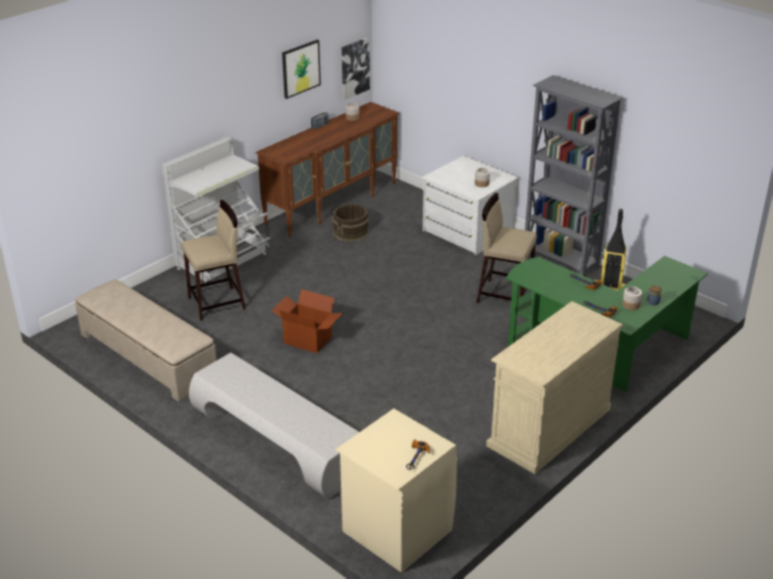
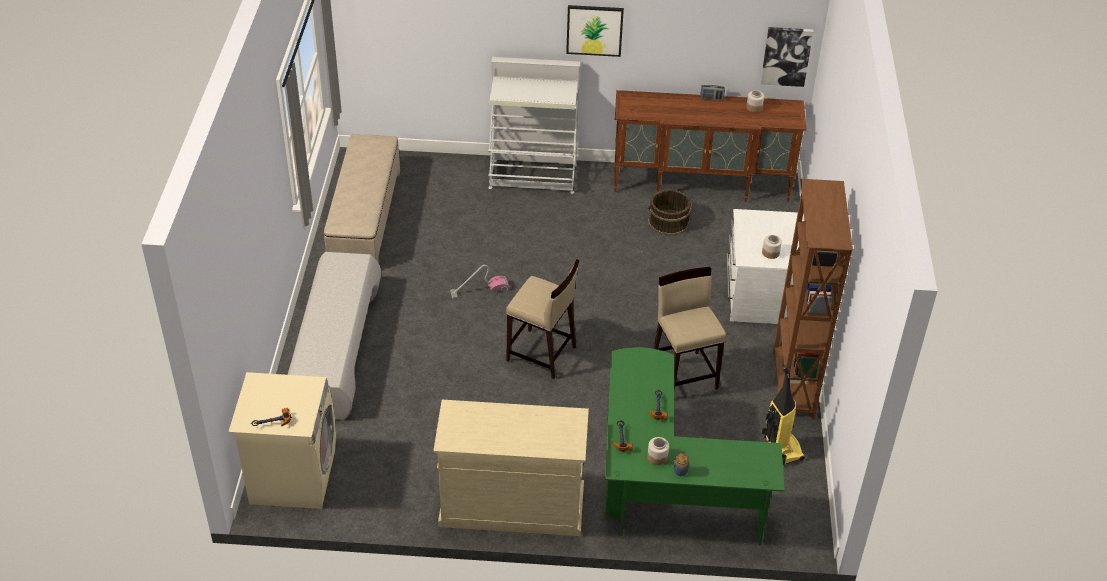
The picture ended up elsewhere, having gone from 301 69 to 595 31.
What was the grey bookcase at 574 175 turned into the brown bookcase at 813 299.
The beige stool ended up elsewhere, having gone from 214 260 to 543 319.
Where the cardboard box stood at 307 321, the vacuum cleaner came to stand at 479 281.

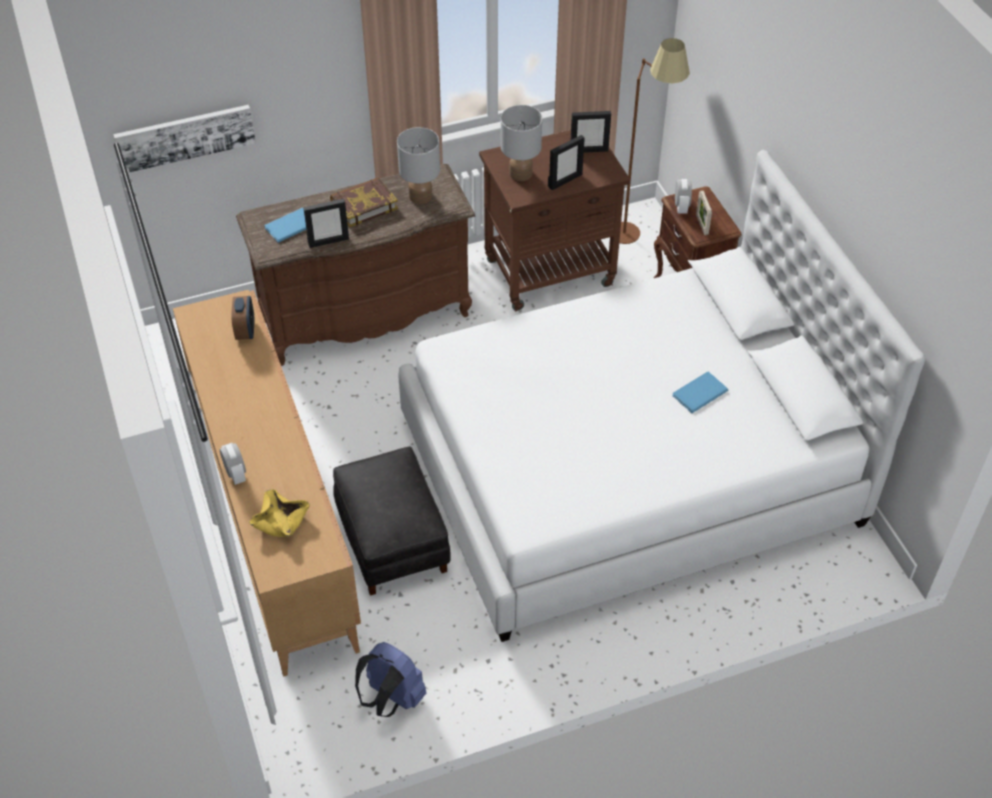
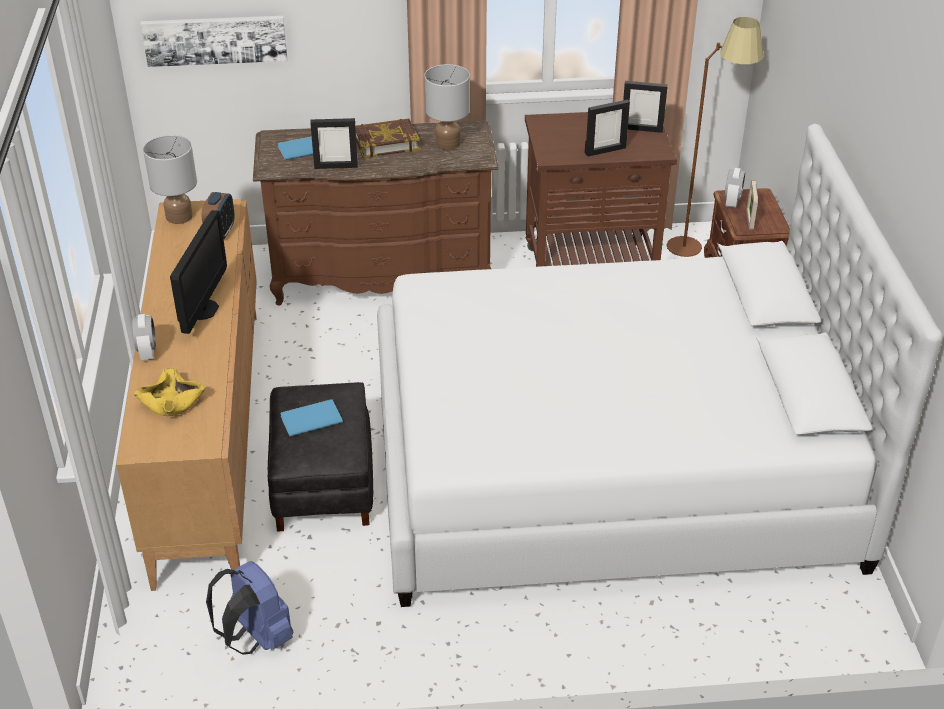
The grey table lamp ended up elsewhere, having gone from 521 143 to 170 179.
The blue book ended up elsewhere, having gone from 700 392 to 311 417.
The second view gained the monitor at 198 272.

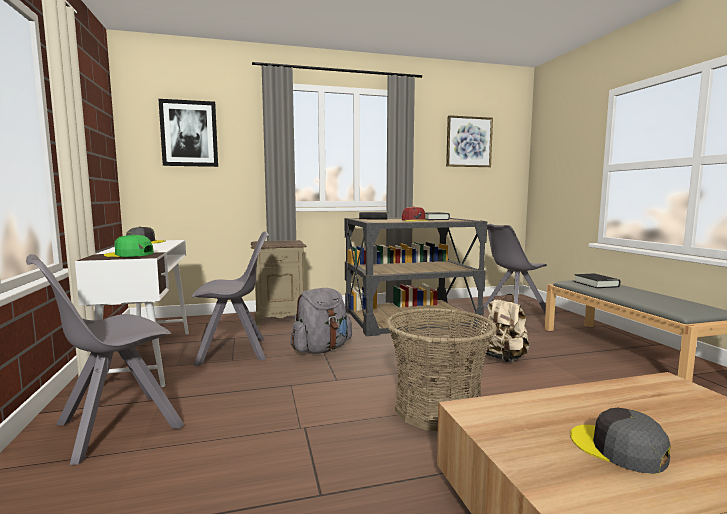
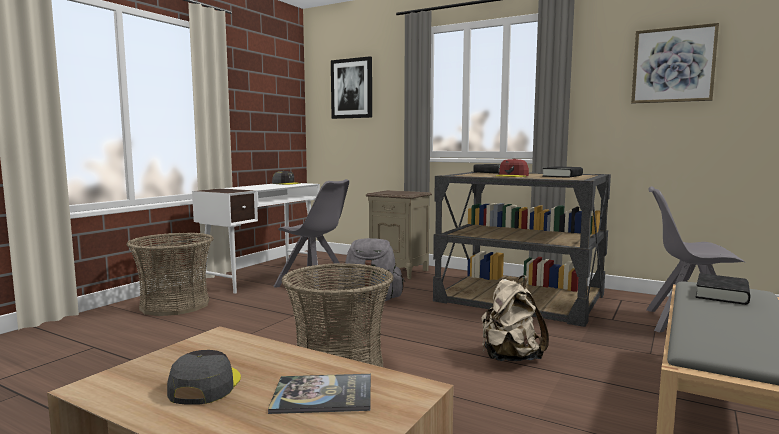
The second view lost the green cap at 129 245.
Where the grey chair stood at 105 359, the basket came to stand at 170 274.
The second view gained the book at 319 394.

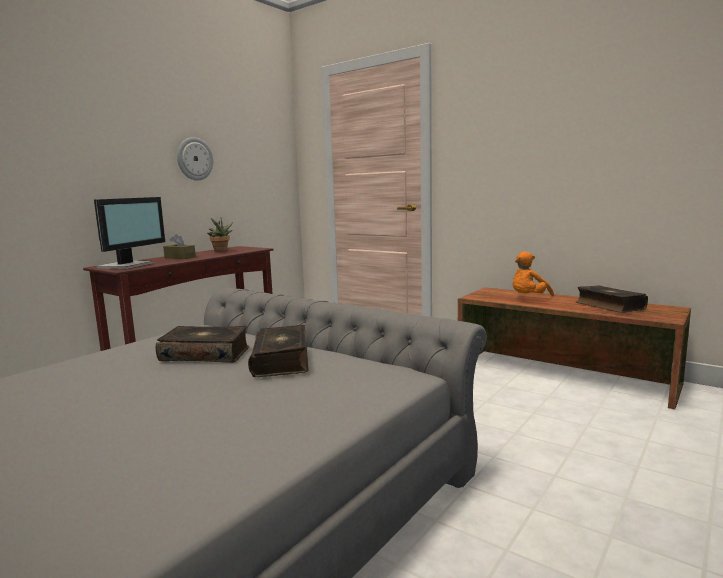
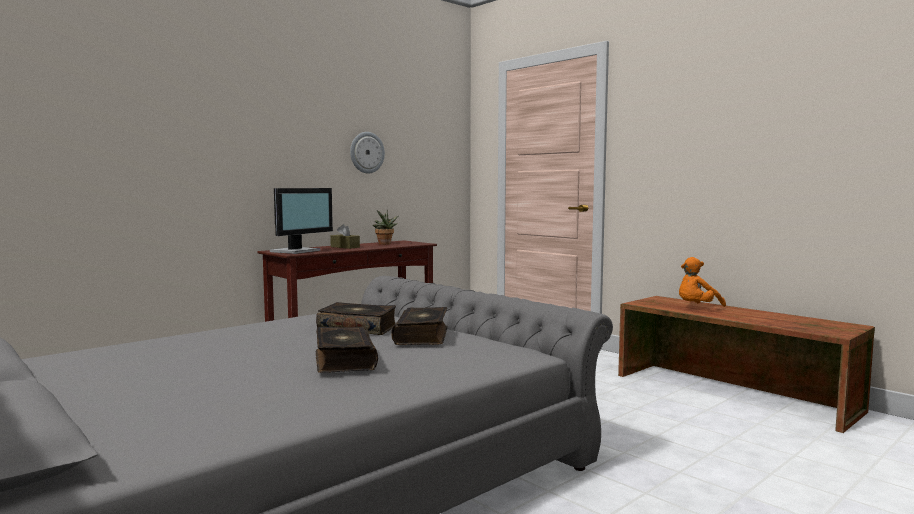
The book ended up elsewhere, having gone from 612 299 to 346 350.

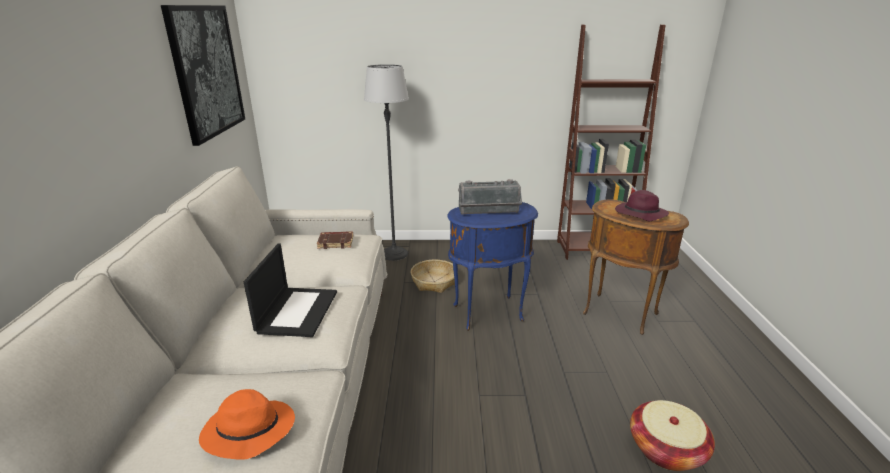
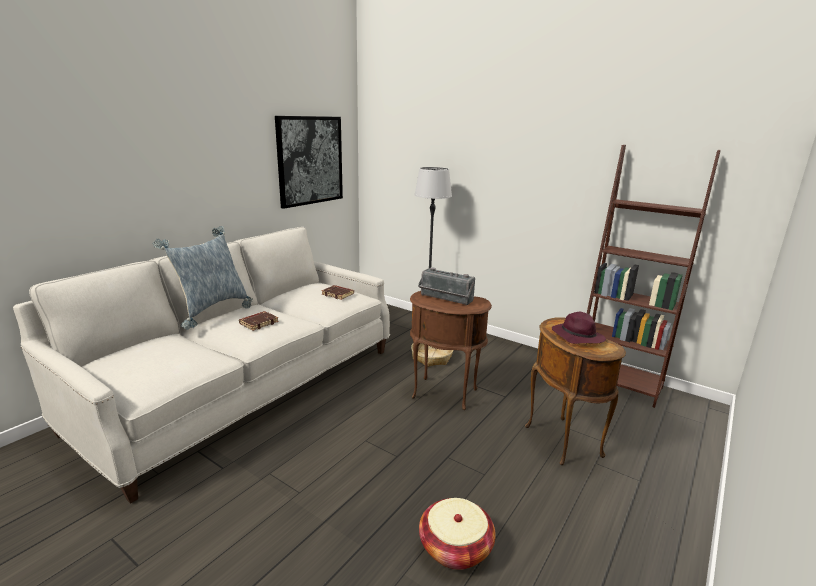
What was the blue side table at 492 266 turned into the brown side table at 451 350.
Where the laptop stood at 290 290, the brown book came to stand at 259 321.
The second view lost the orange hat at 247 424.
The second view gained the pillow at 203 277.

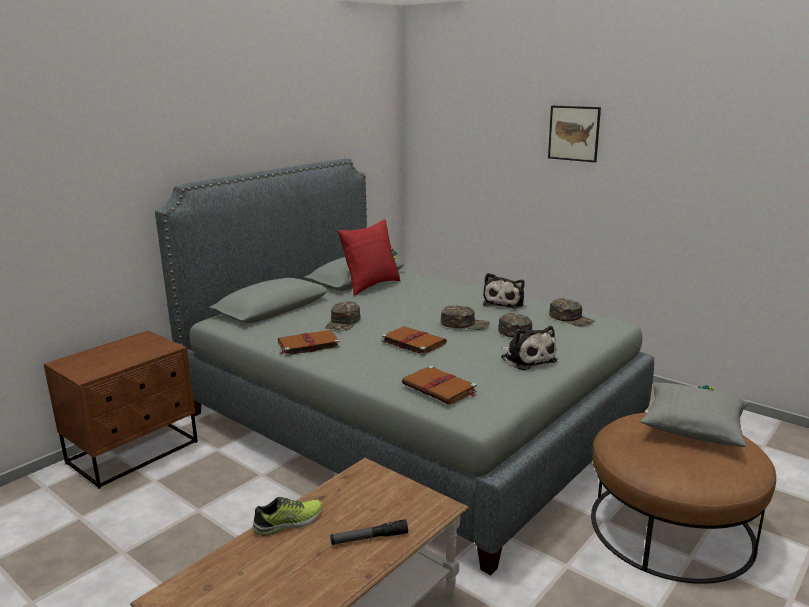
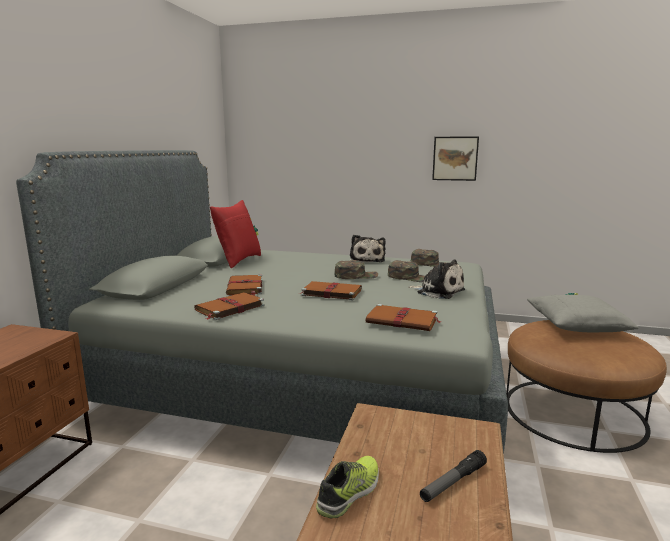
The picture ended up elsewhere, having gone from 574 134 to 455 158.
Where the green cap stood at 343 316, the brown book came to stand at 244 285.

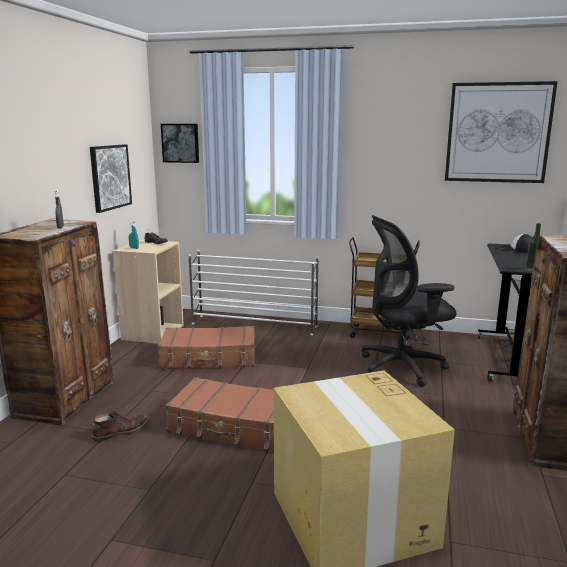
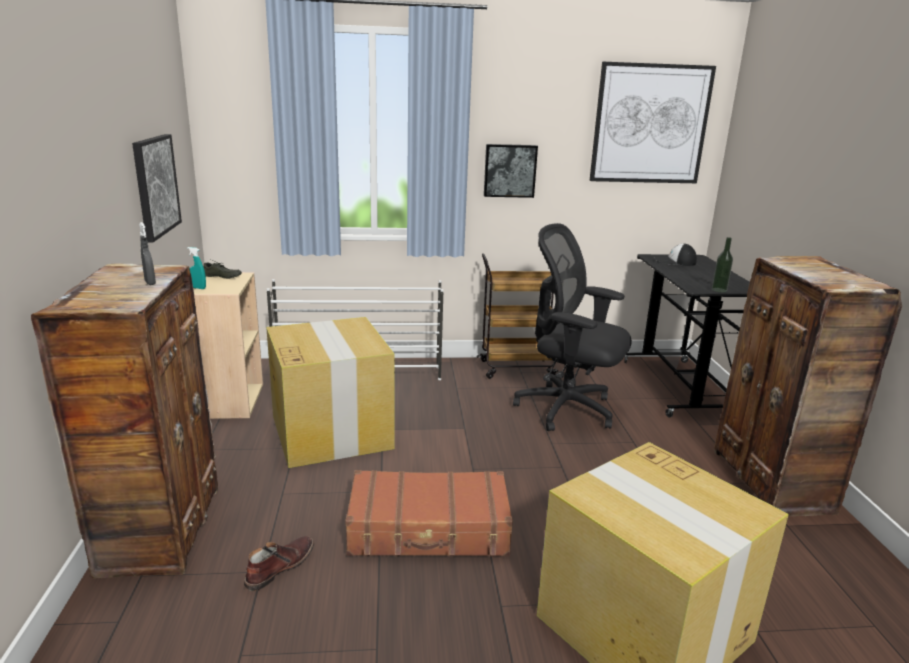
The picture ended up elsewhere, having gone from 180 143 to 511 171.
The black office chair at 409 301 ended up facing another way, 60 degrees clockwise from before.
Where the brown suitcase stood at 206 347, the cardboard box came to stand at 330 392.

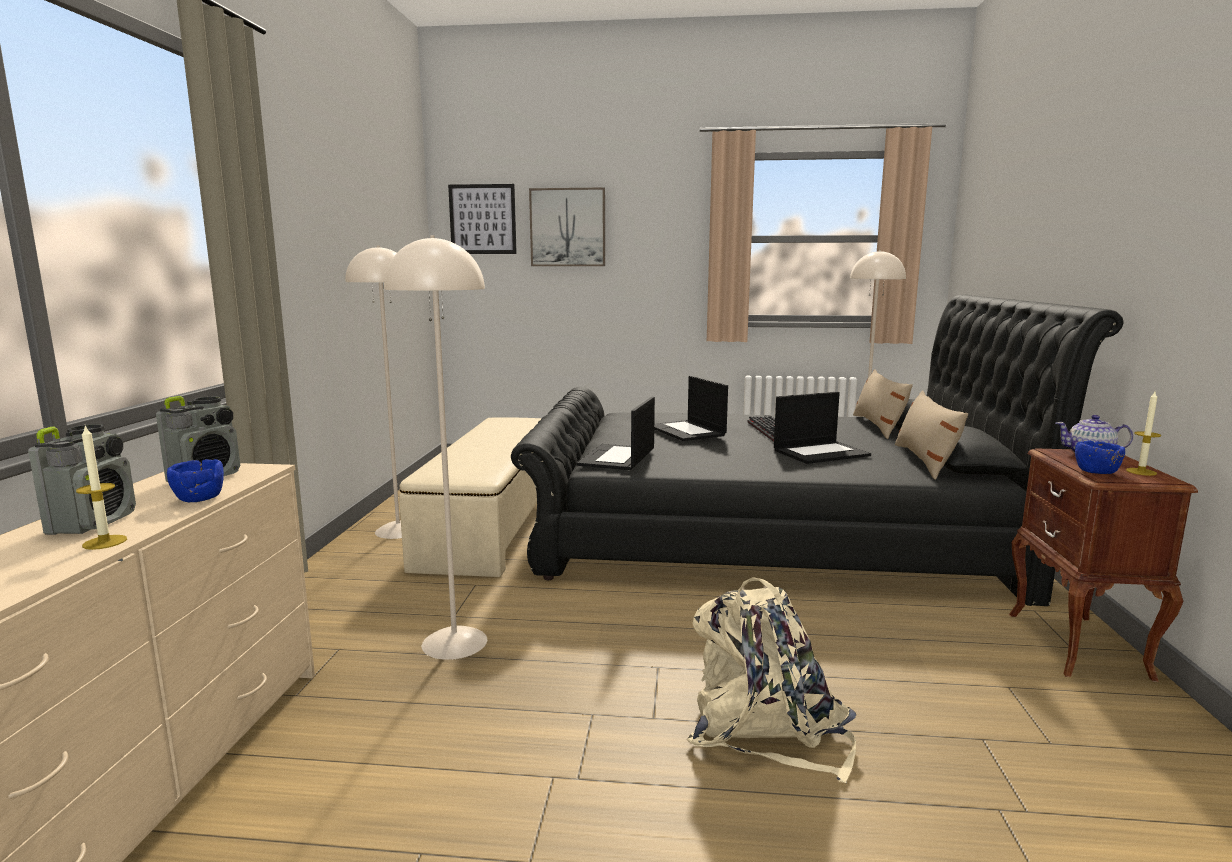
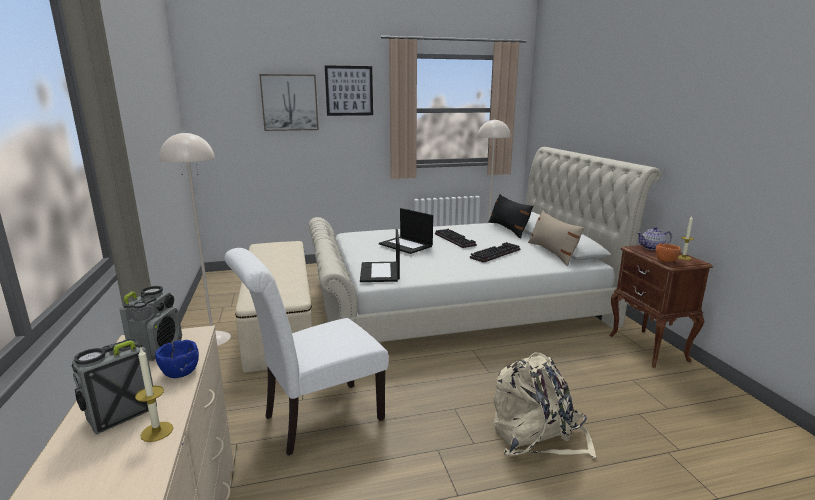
The picture ended up elsewhere, having gone from 482 219 to 349 90.
Where the beige floor lamp stood at 435 447, the white chair came to stand at 307 352.
What was the black bed at 817 450 turned into the beige bed at 485 244.
What was the beige pillow at 883 404 turned into the black pillow at 511 216.
Where the laptop stood at 822 428, the keyboard came to stand at 495 252.
The radio at 82 479 ended up facing another way, 120 degrees counterclockwise from before.
What was the blue bowl at 1100 457 turned into the orange bowl at 668 253.

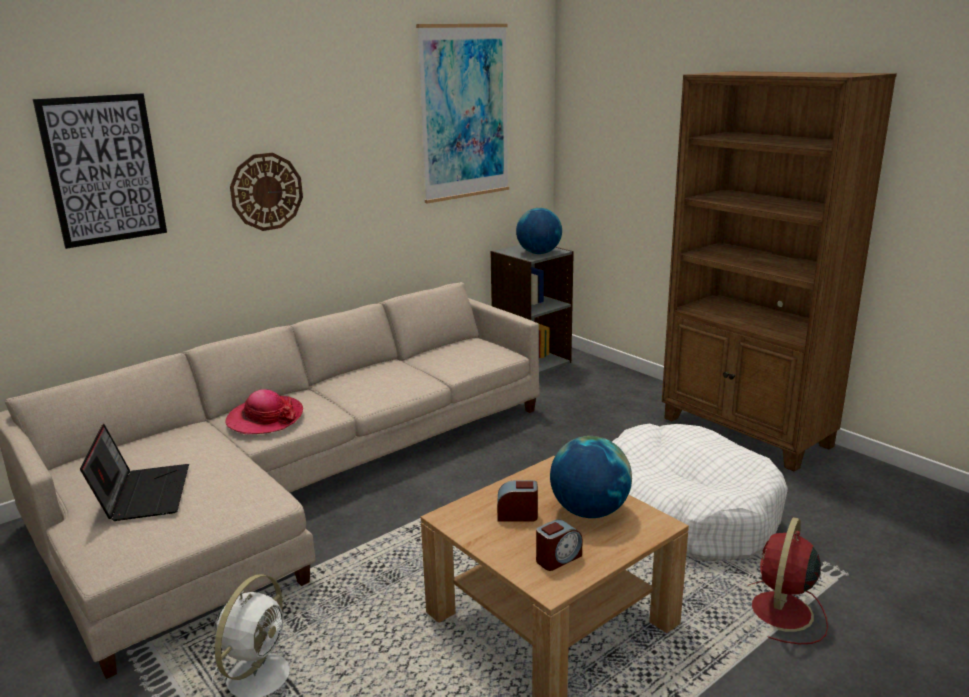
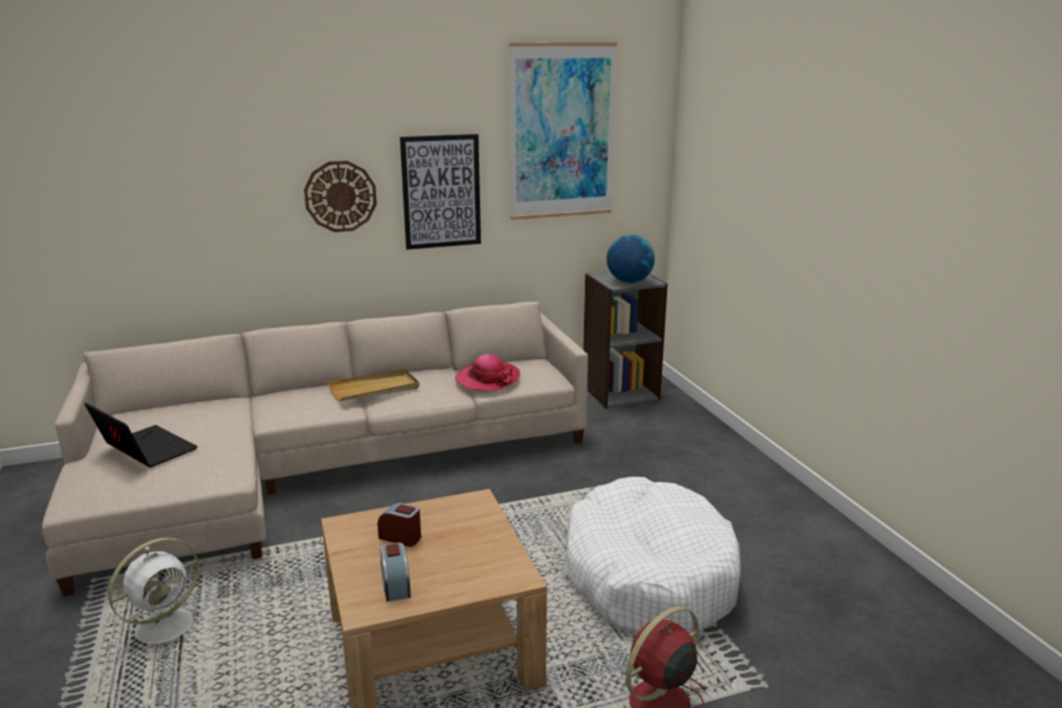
The second view lost the brown bookcase at 779 271.
The picture ended up elsewhere, having gone from 100 171 to 440 192.
The hat ended up elsewhere, having gone from 264 411 to 487 372.
The laptop at 134 472 ended up facing another way, 60 degrees counterclockwise from before.
The second view lost the globe at 591 477.
The alarm clock at 559 545 ended up facing another way, 90 degrees clockwise from before.
The second view gained the beige tray at 373 385.

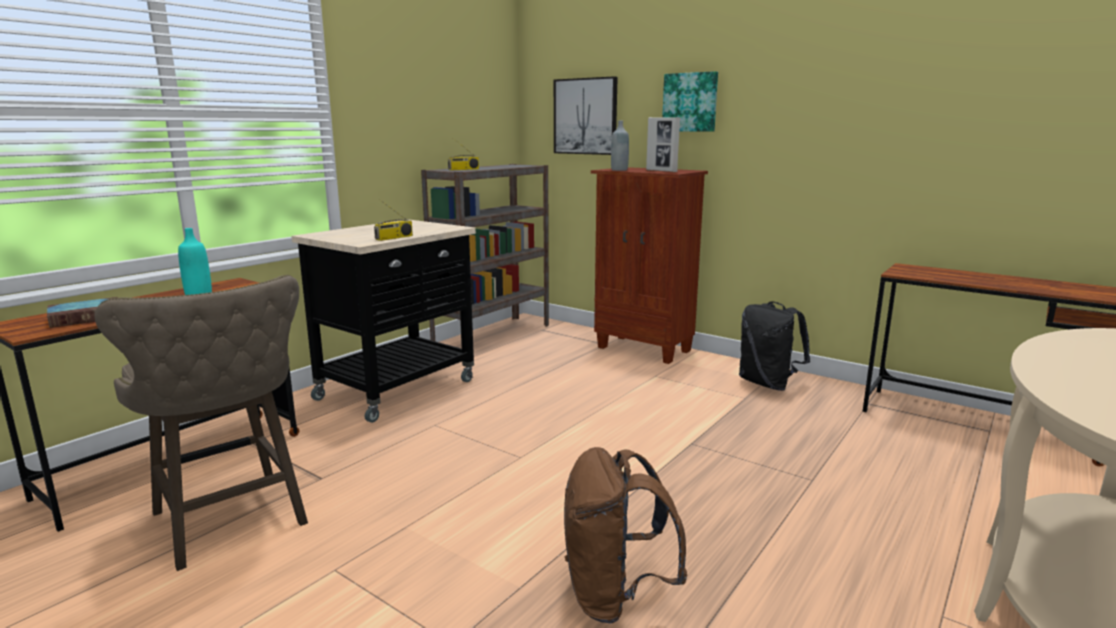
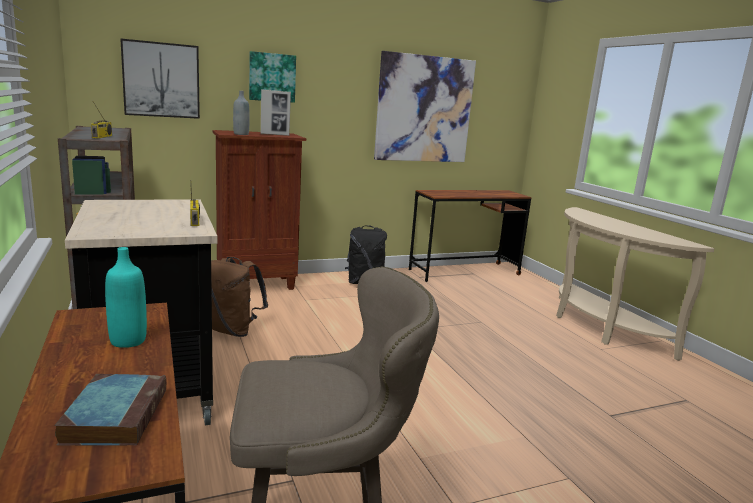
The brown backpack ended up elsewhere, having gone from 626 535 to 239 297.
The second view gained the picture at 425 106.

